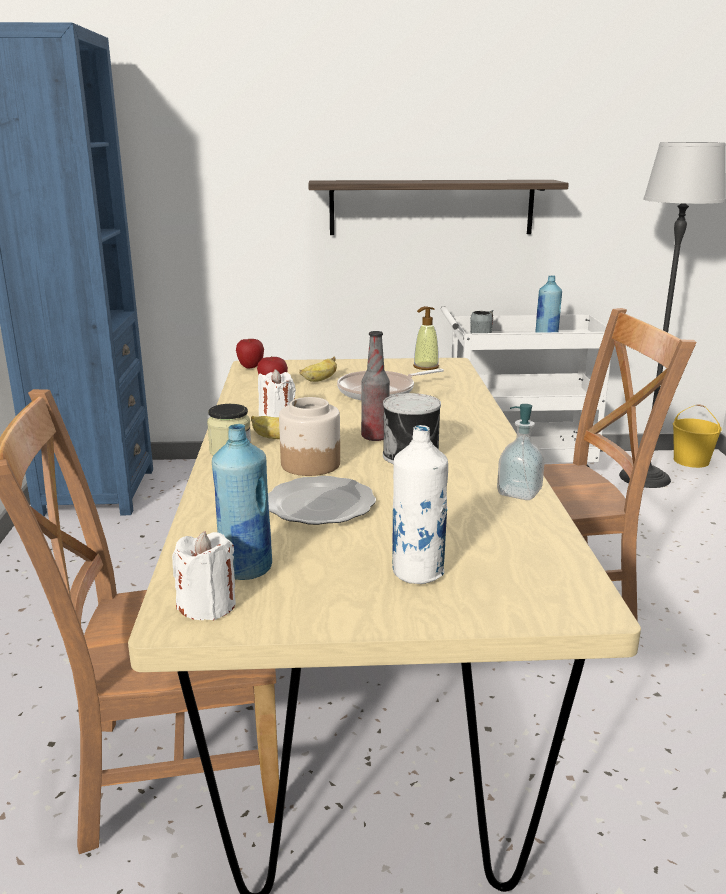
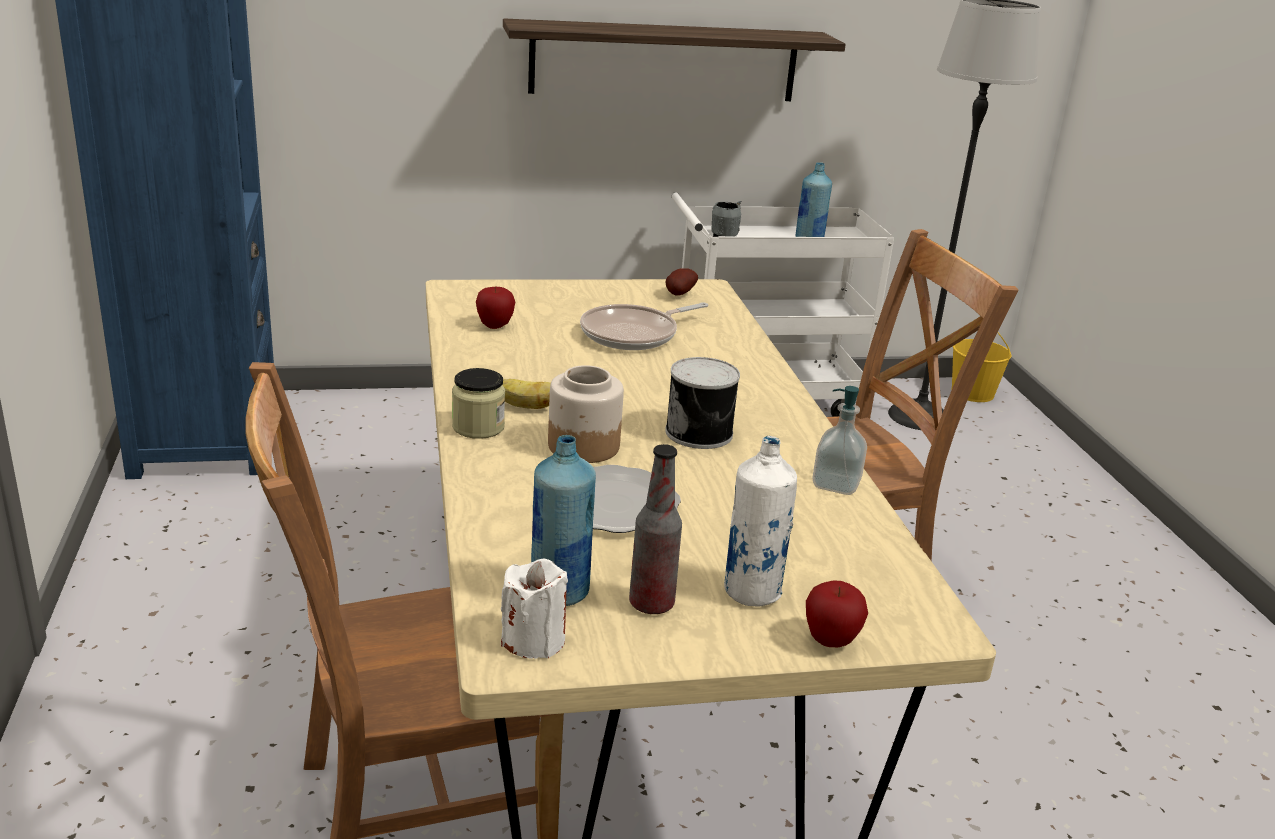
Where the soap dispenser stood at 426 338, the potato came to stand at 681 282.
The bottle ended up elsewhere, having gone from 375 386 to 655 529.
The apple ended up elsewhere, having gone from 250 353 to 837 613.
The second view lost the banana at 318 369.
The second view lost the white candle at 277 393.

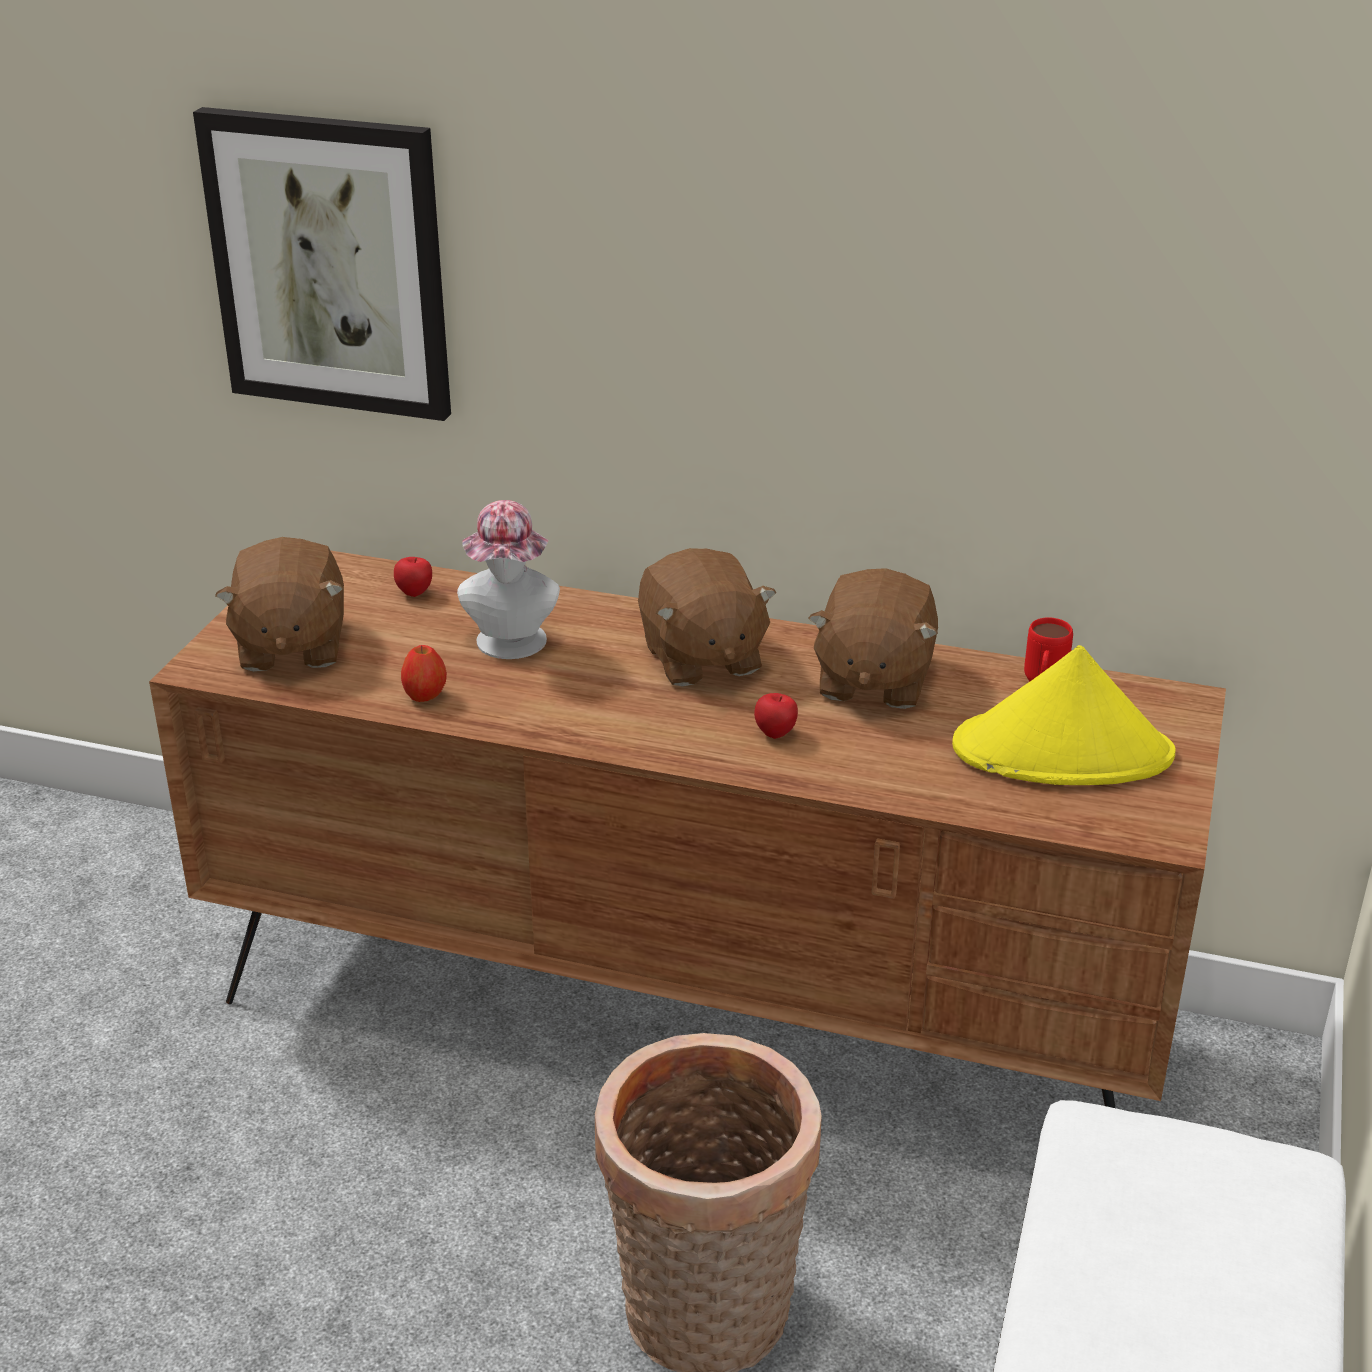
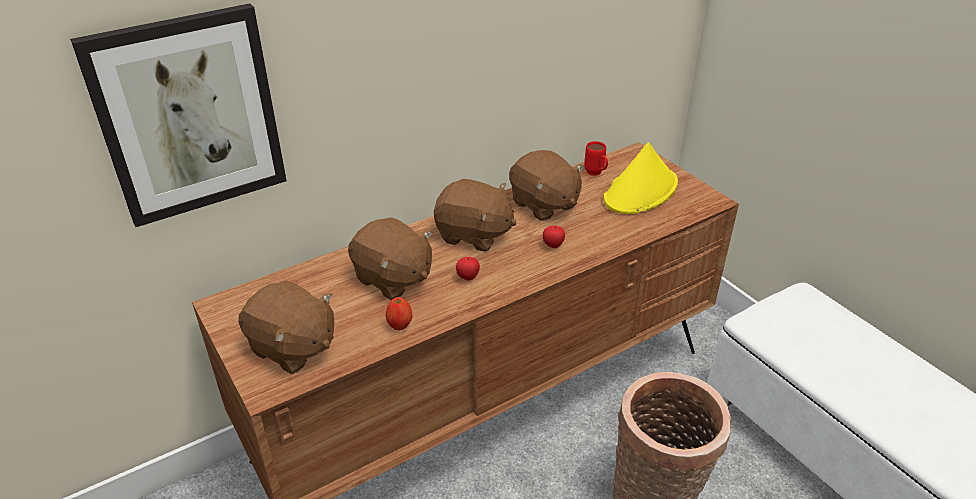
Where the hat stood at 508 579, the brown plush toy came to stand at 390 258.
The apple ended up elsewhere, having gone from 413 577 to 468 269.

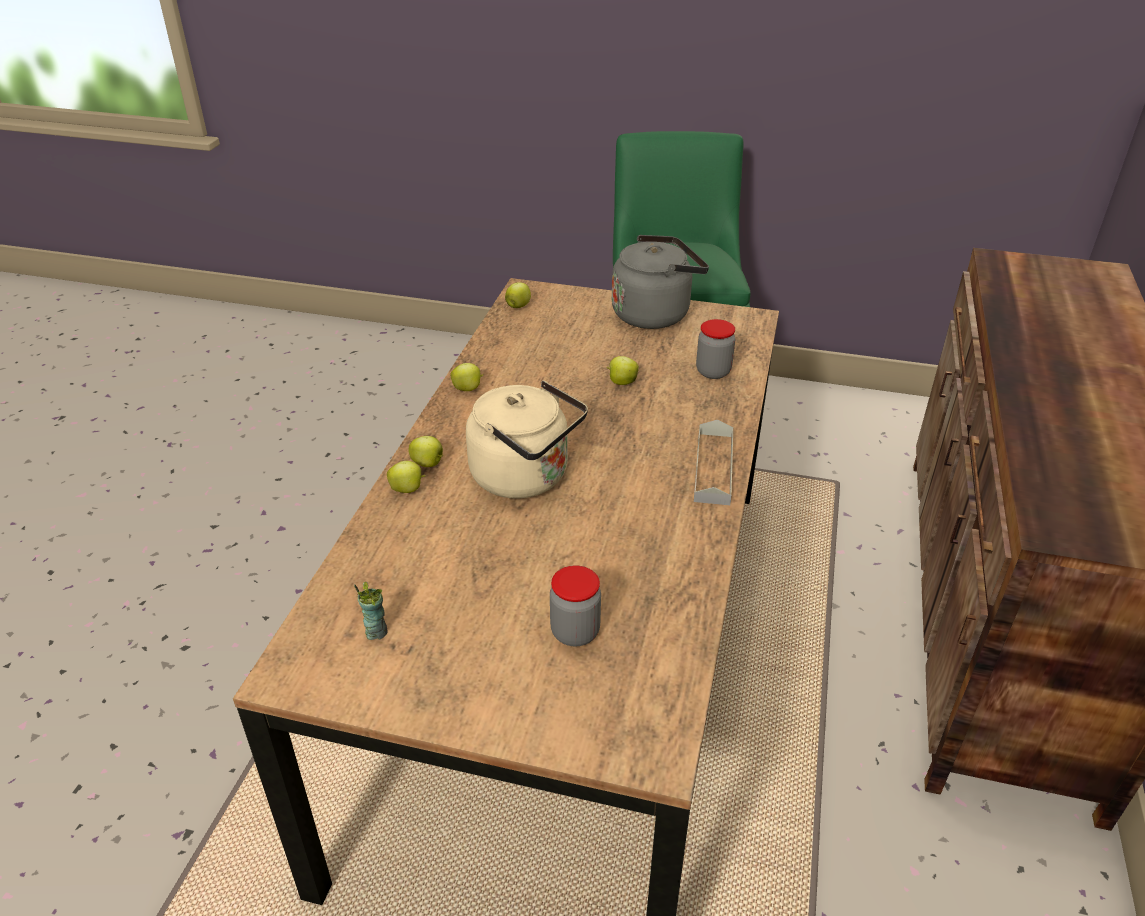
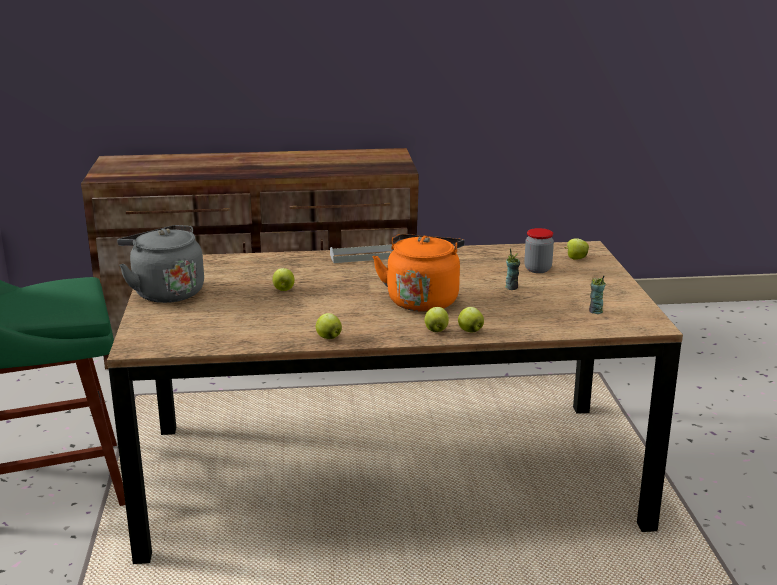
The apple ended up elsewhere, having gone from 518 295 to 576 249.
The second view lost the jar at 715 349.
What was the beige kettle at 527 440 turned into the orange kettle at 419 273.
The second view gained the cup at 512 269.

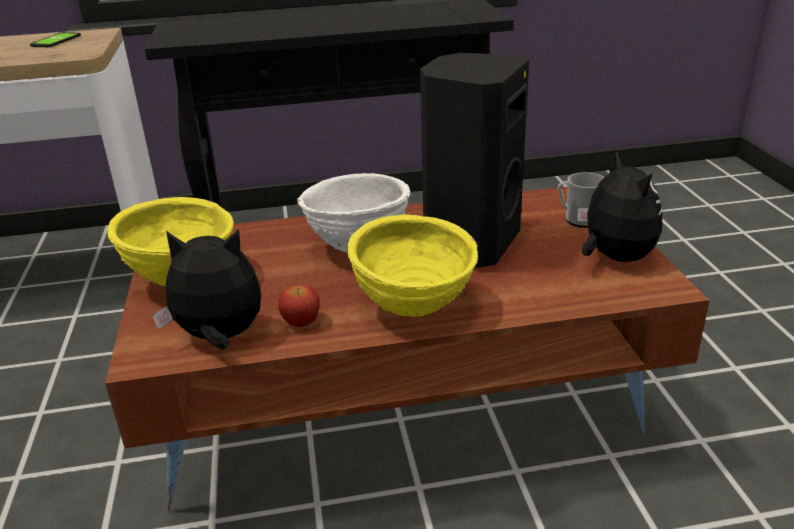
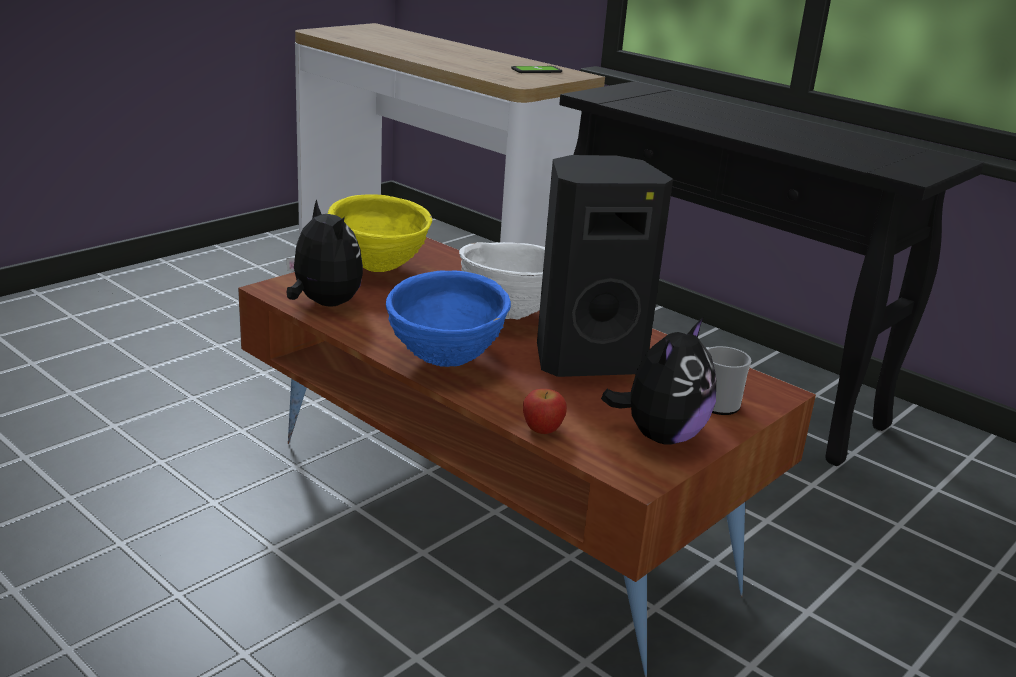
What was the yellow bowl at 412 265 turned into the blue bowl at 448 318.
The apple ended up elsewhere, having gone from 299 305 to 545 411.

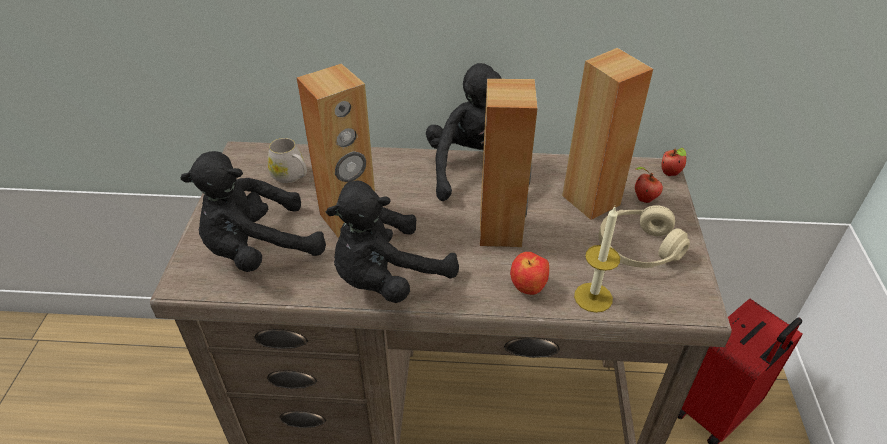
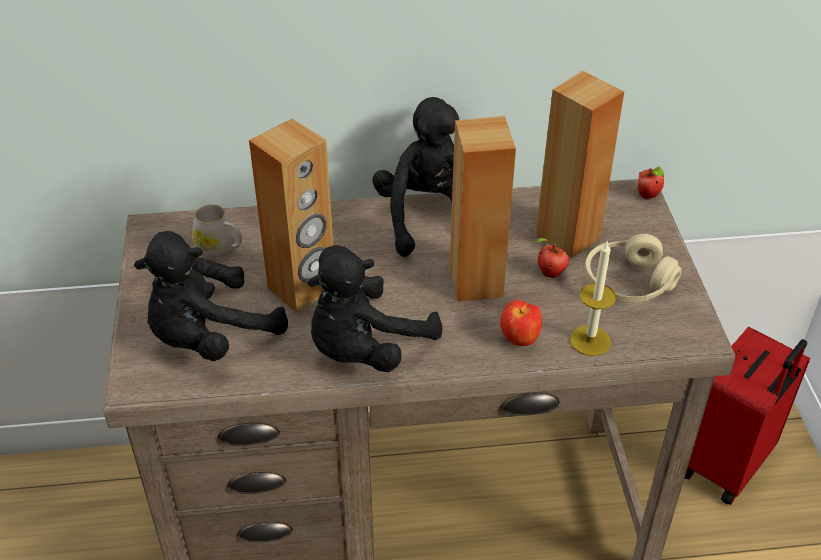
The apple ended up elsewhere, having gone from 649 185 to 552 258.

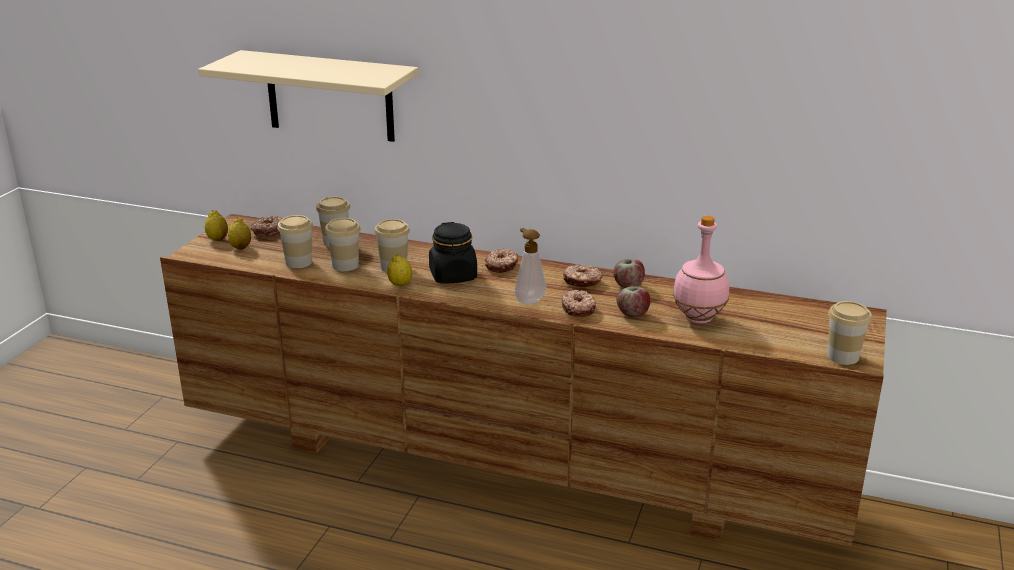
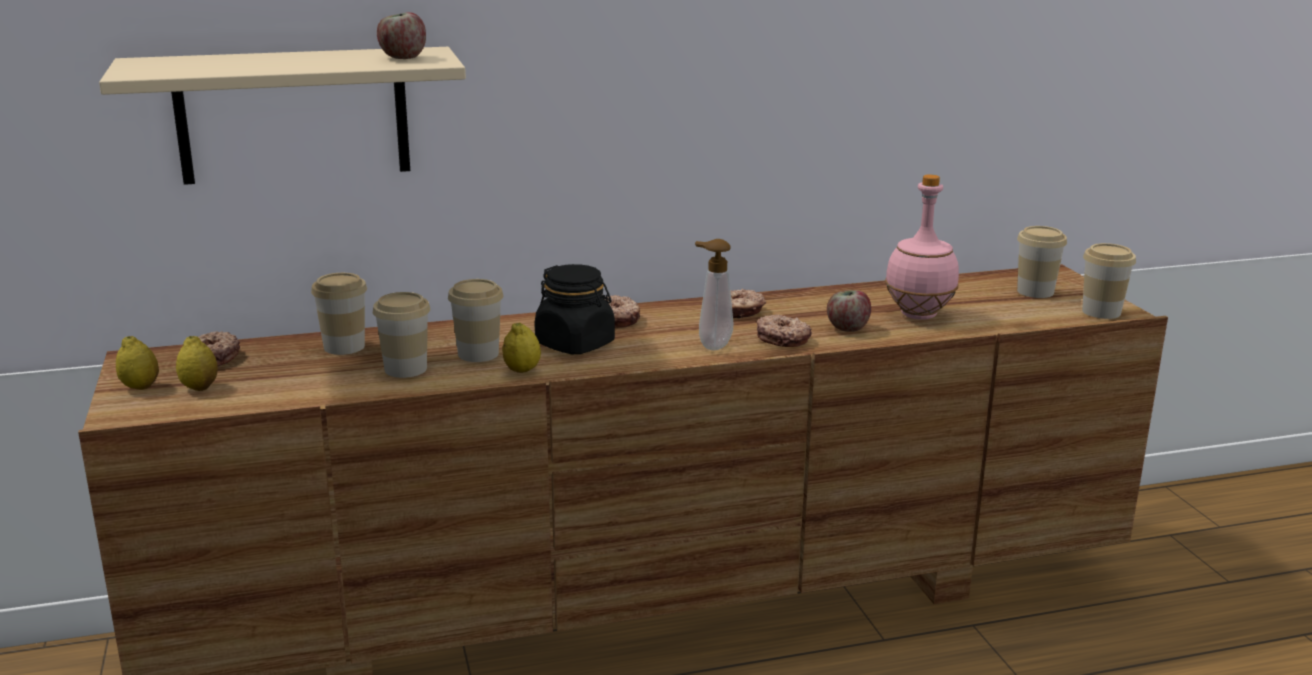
The cup ended up elsewhere, having gone from 295 241 to 1042 262.
The apple ended up elsewhere, having gone from 629 273 to 401 35.

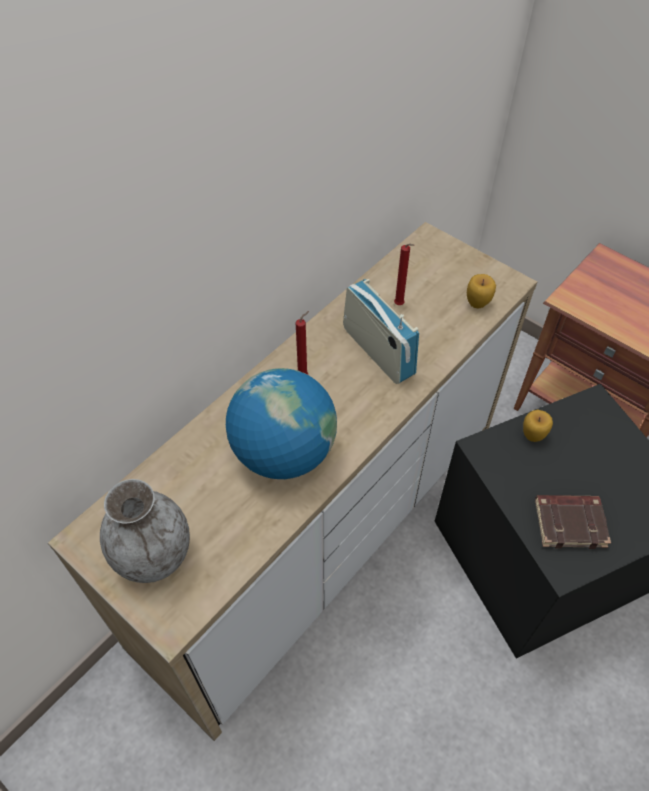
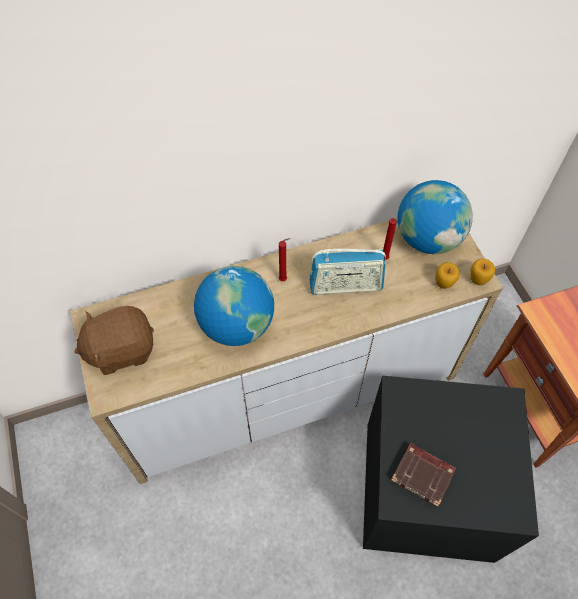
The radio at 381 331 ended up facing another way, 90 degrees clockwise from before.
The apple ended up elsewhere, having gone from 538 426 to 482 272.
Where the grey vase stood at 145 531, the brown plush toy came to stand at 114 340.
The second view gained the globe at 435 217.

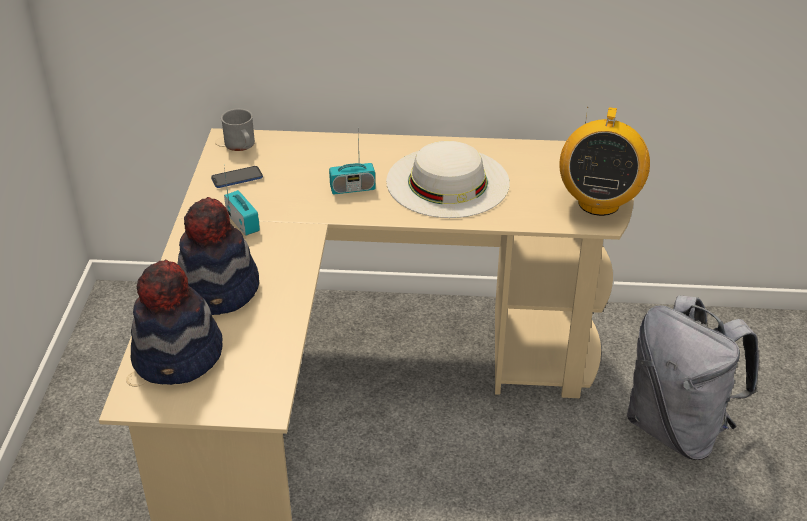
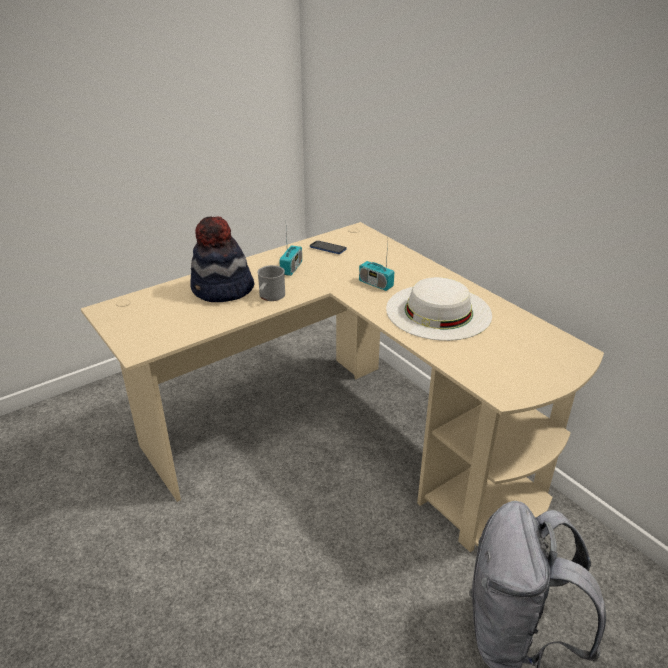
The second view lost the radio at 604 161.
The grey mug ended up elsewhere, having gone from 238 130 to 271 283.
The second view lost the hat at 177 322.

